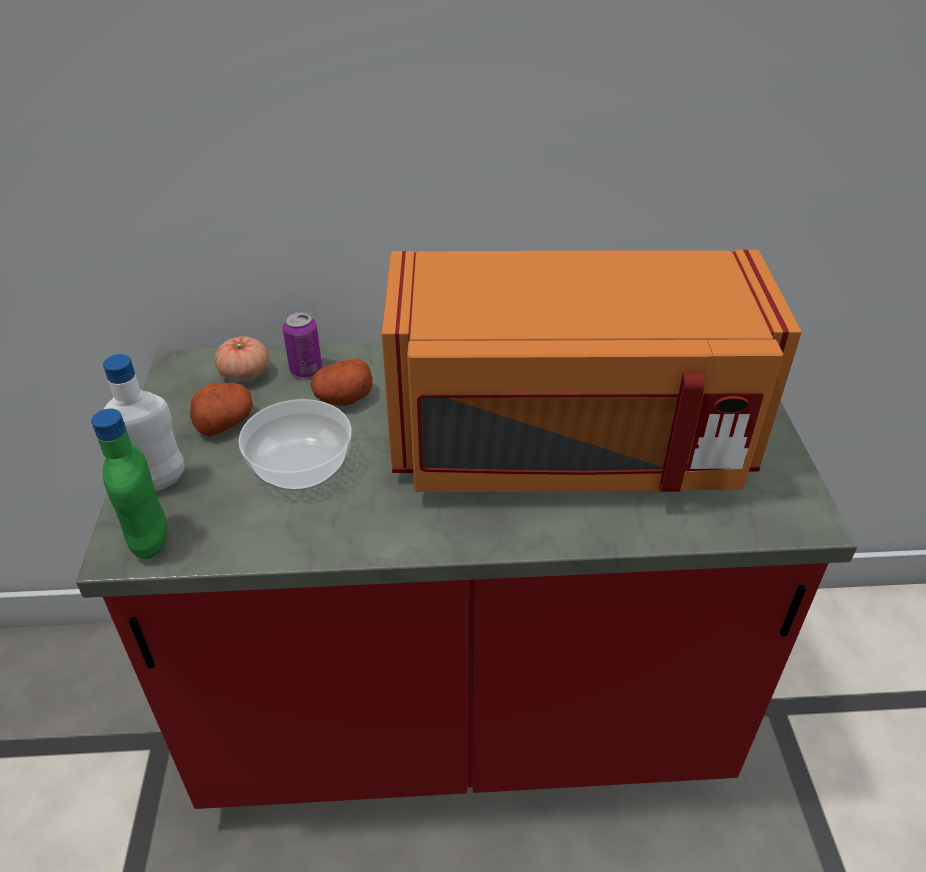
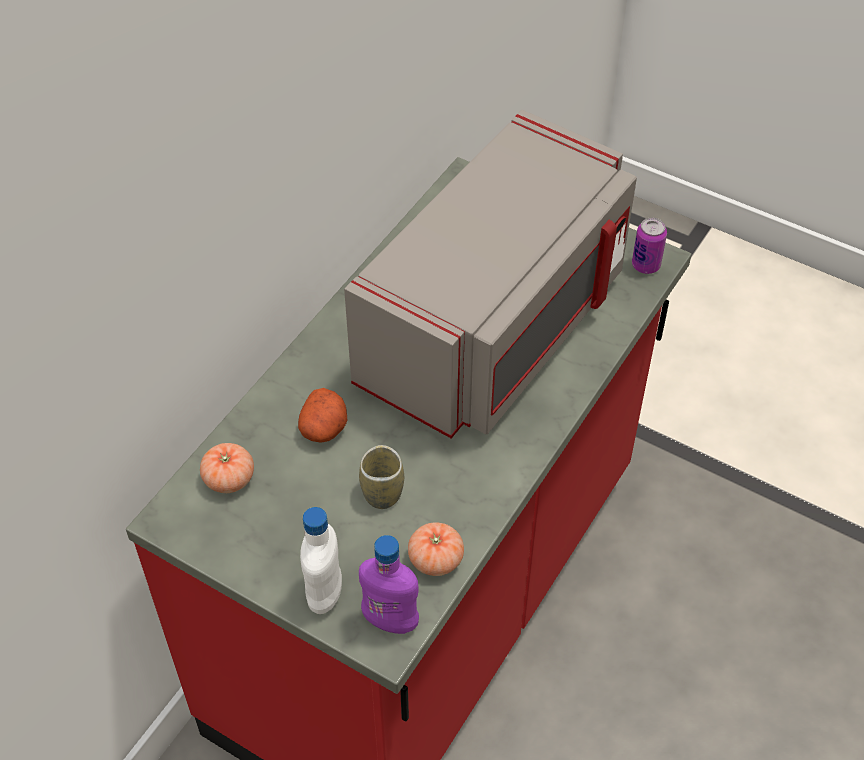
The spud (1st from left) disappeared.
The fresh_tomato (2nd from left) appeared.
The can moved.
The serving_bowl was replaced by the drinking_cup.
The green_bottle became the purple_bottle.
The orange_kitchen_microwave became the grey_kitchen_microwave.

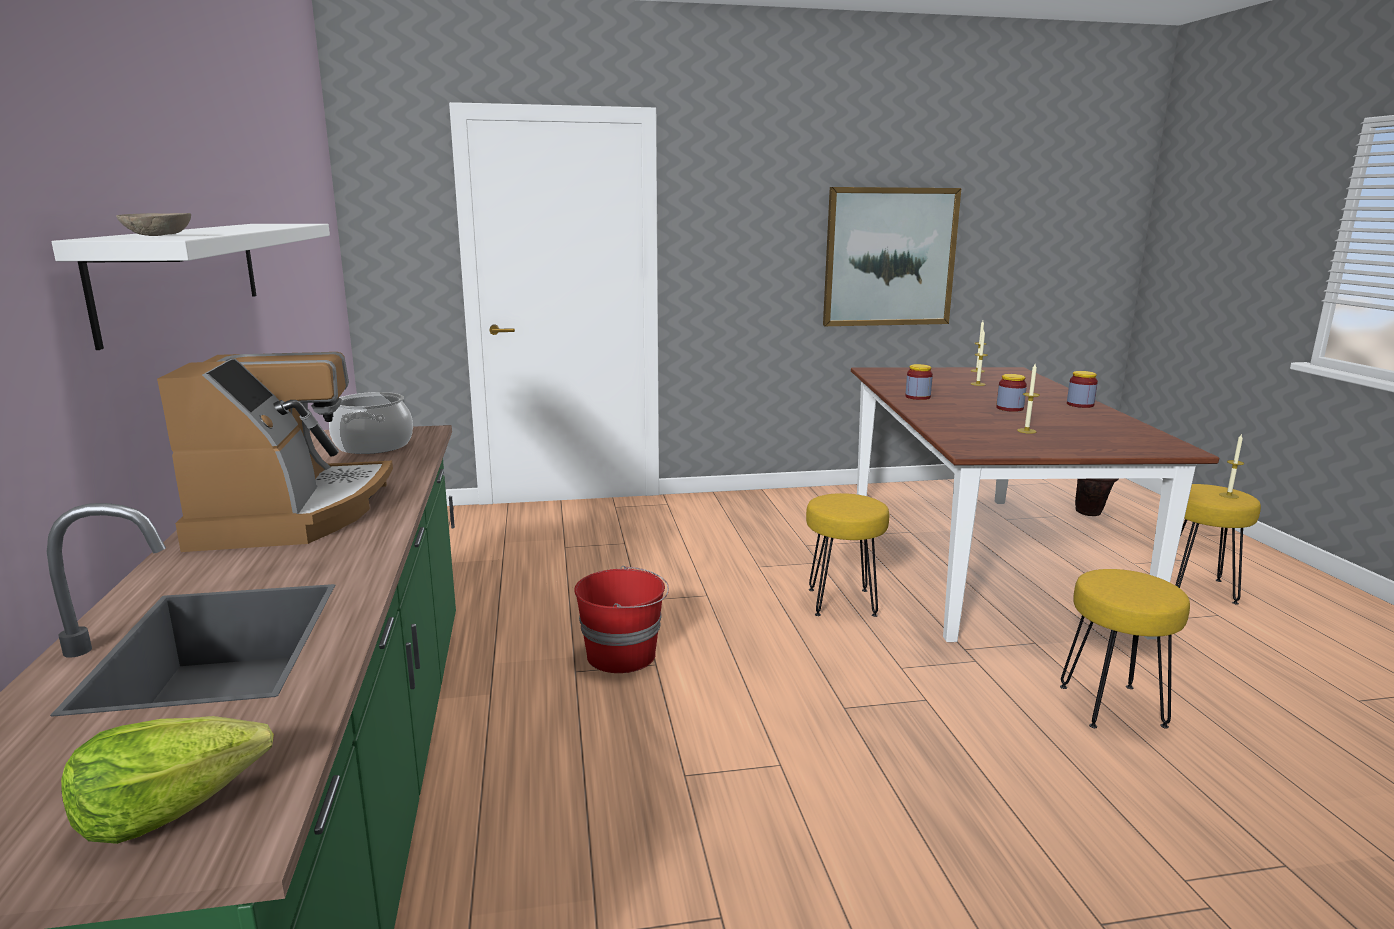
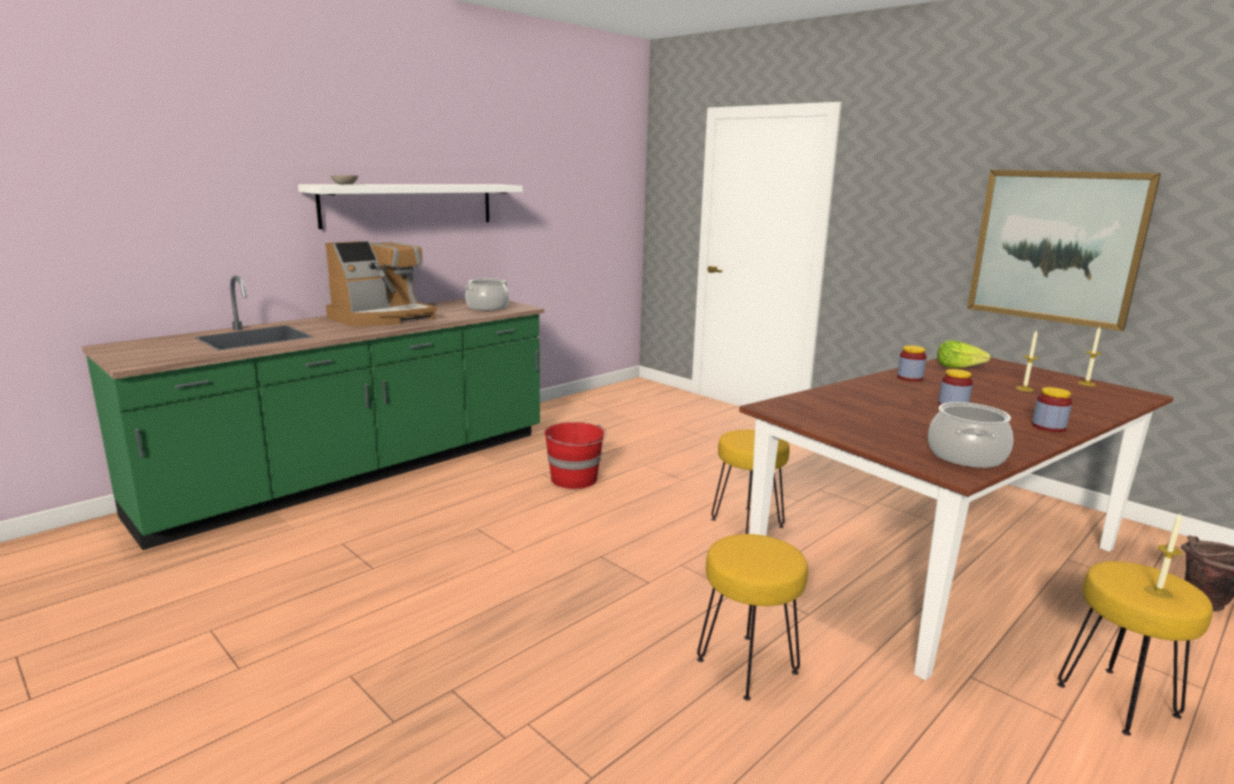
The wax_light (3rd from left) disappeared.
The saucepot (2nd from left) appeared.
The head_of_lettuce moved.

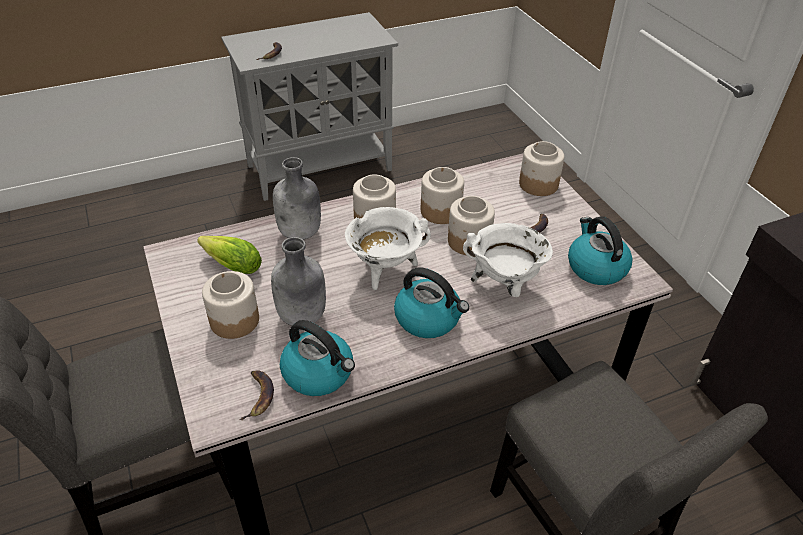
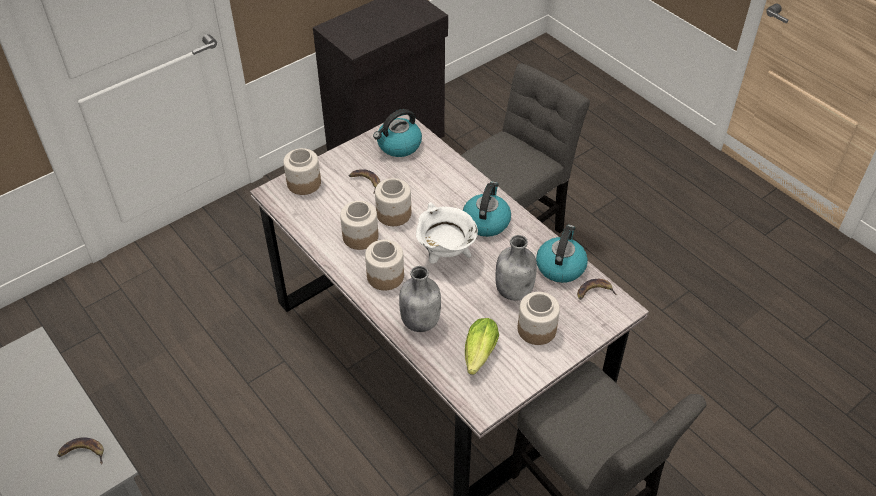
The white-coloured_saucepot (2nd from left) disappeared.

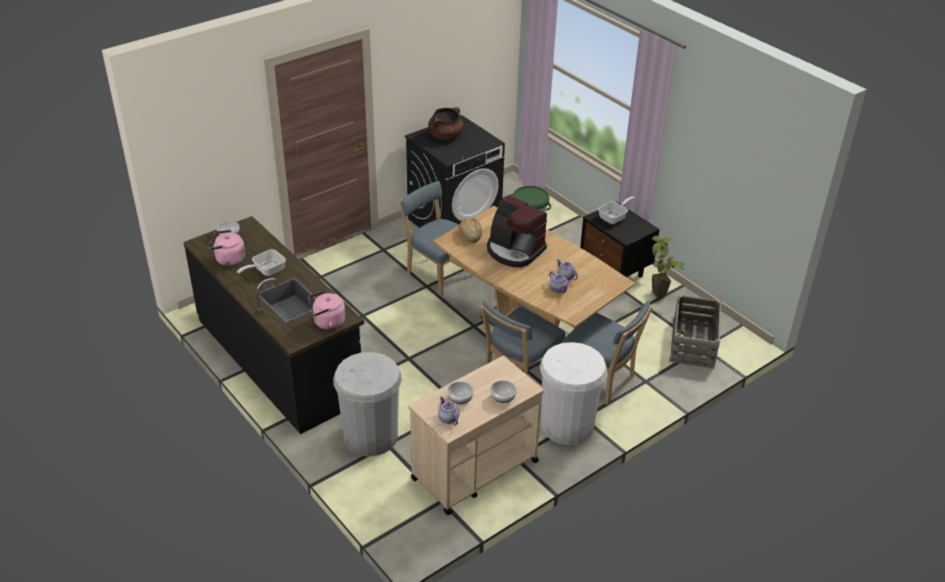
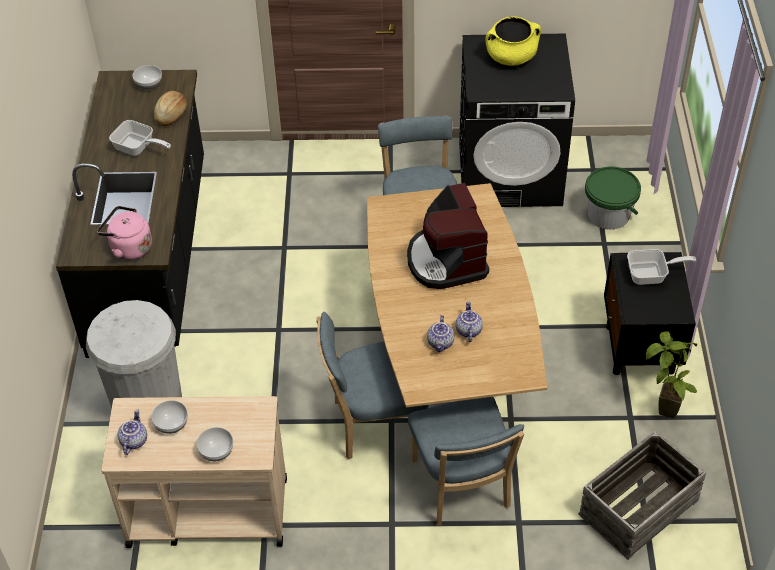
The pink_kettle (1st from left) disappeared.
The white-coloured_rubbish_bin (2nd from left) disappeared.
The baked_bread moved.
The brownish_saucepot became the yellow-coloured_saucepot.
The frying_pan (1st from left) turned 150 degrees counterclockwise.

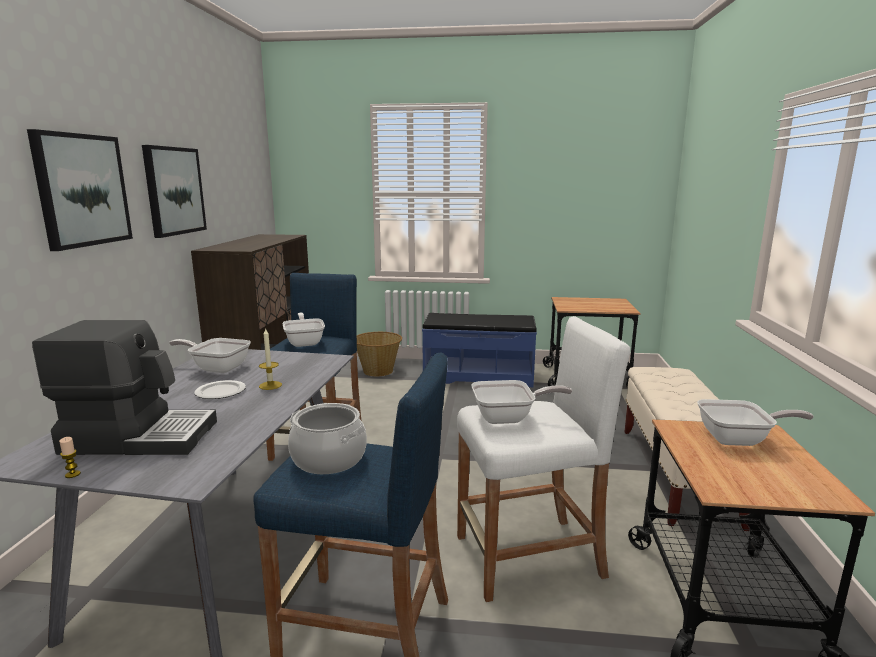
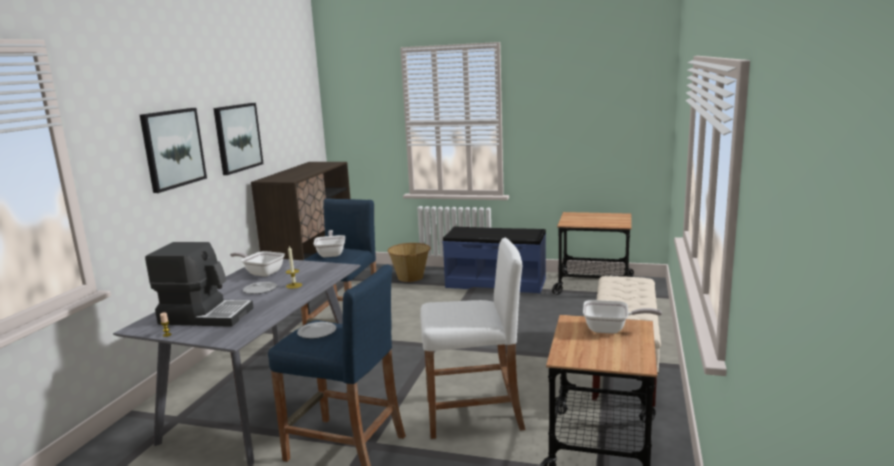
The frying_pan (3rd from left) disappeared.
The saucepot was replaced by the flat_dish (2nd from left).

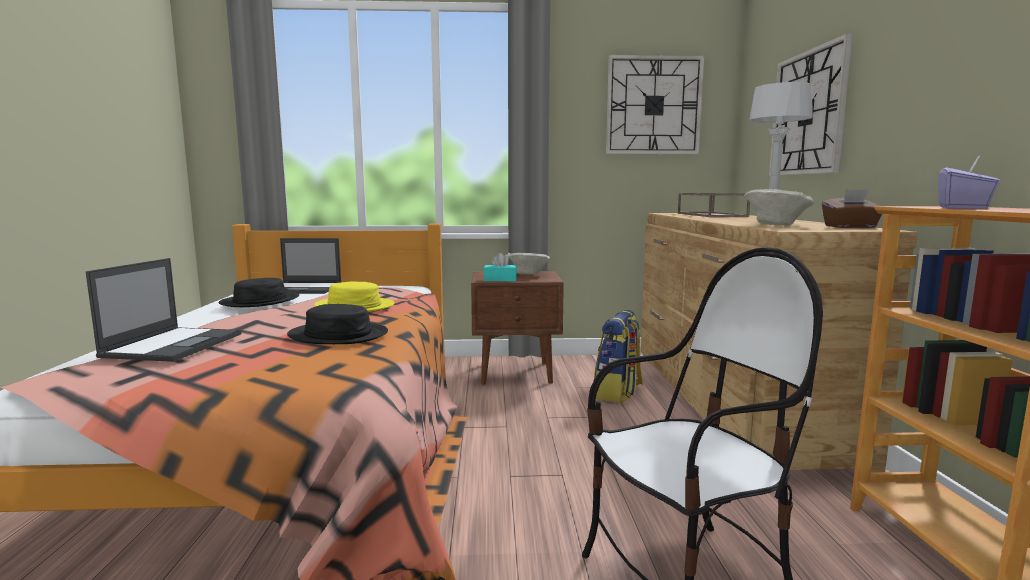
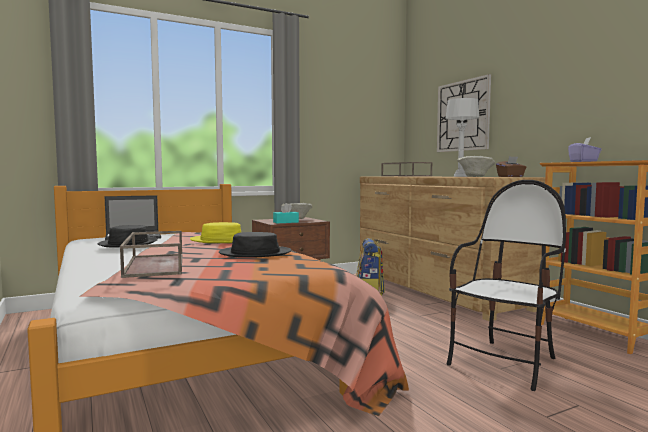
The clock_on_the_wall (1st from left) disappeared.
The portable_computer (1st from left) was replaced by the brownish_tray (1st from left).

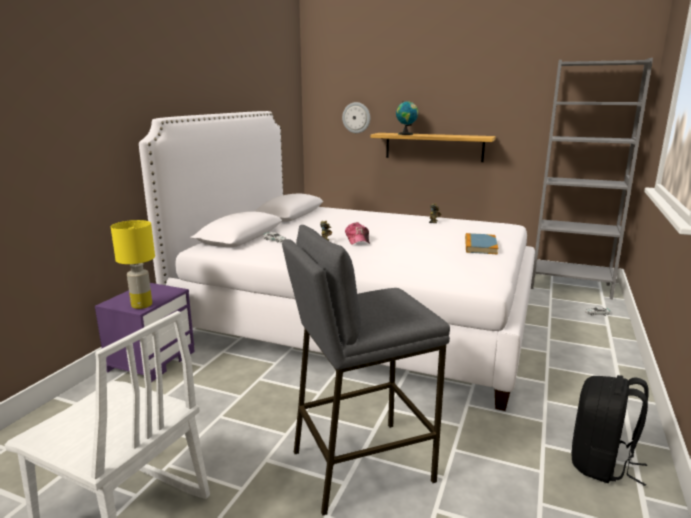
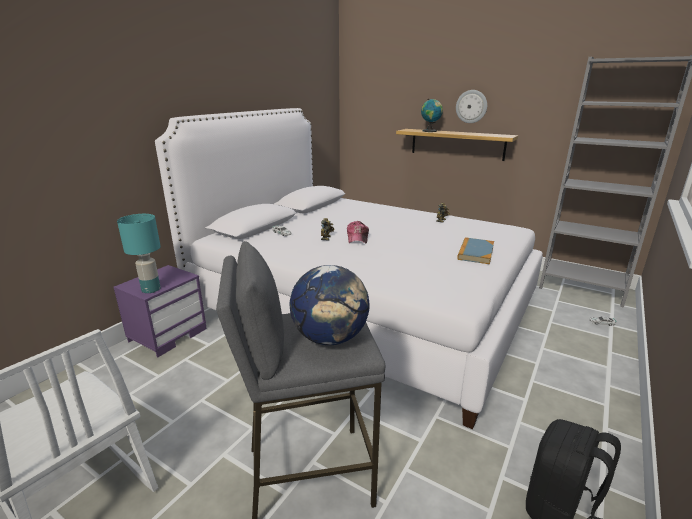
The globe (1st from left) appeared.
The clock_on_the_wall moved.
The yellow-coloured_table_lamp became the turquoise_table_lamp.

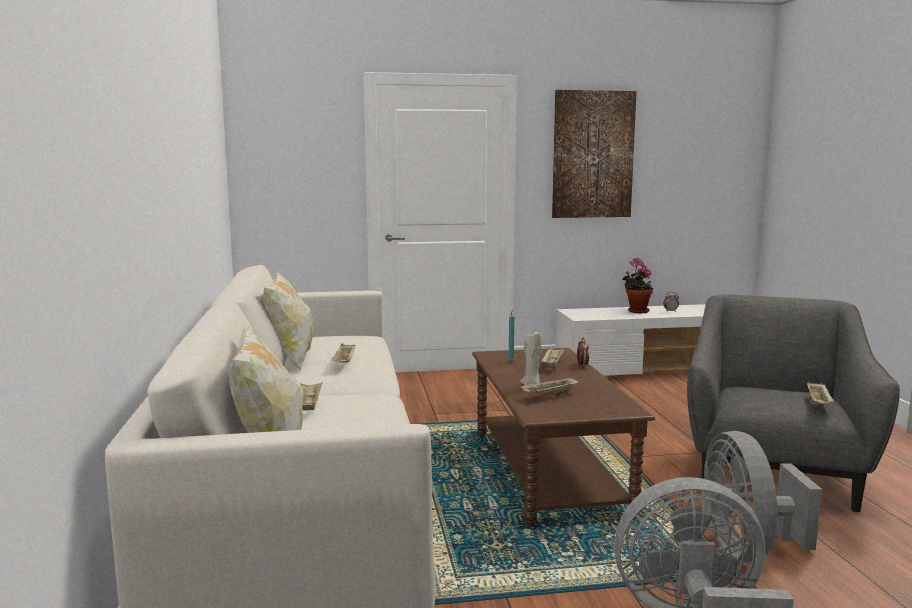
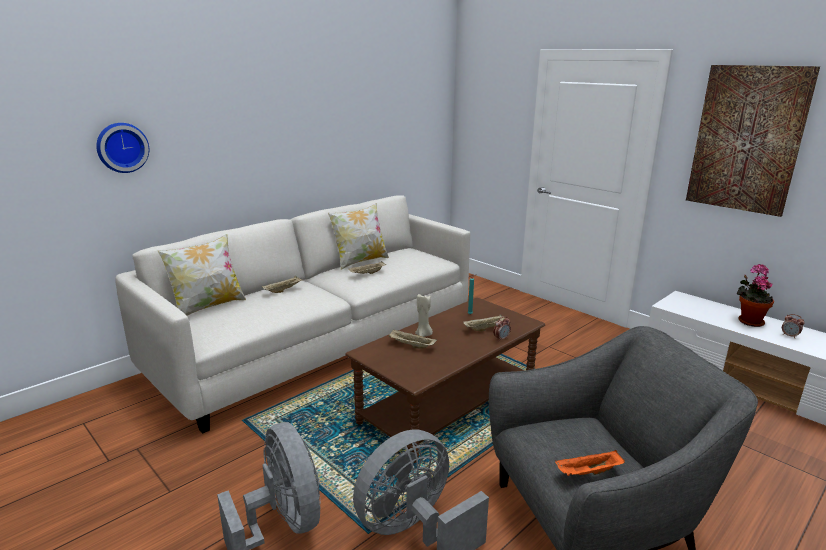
The clock_on_the_wall appeared.
The beige-coloured_tray (5th from left) became the orange_tray.

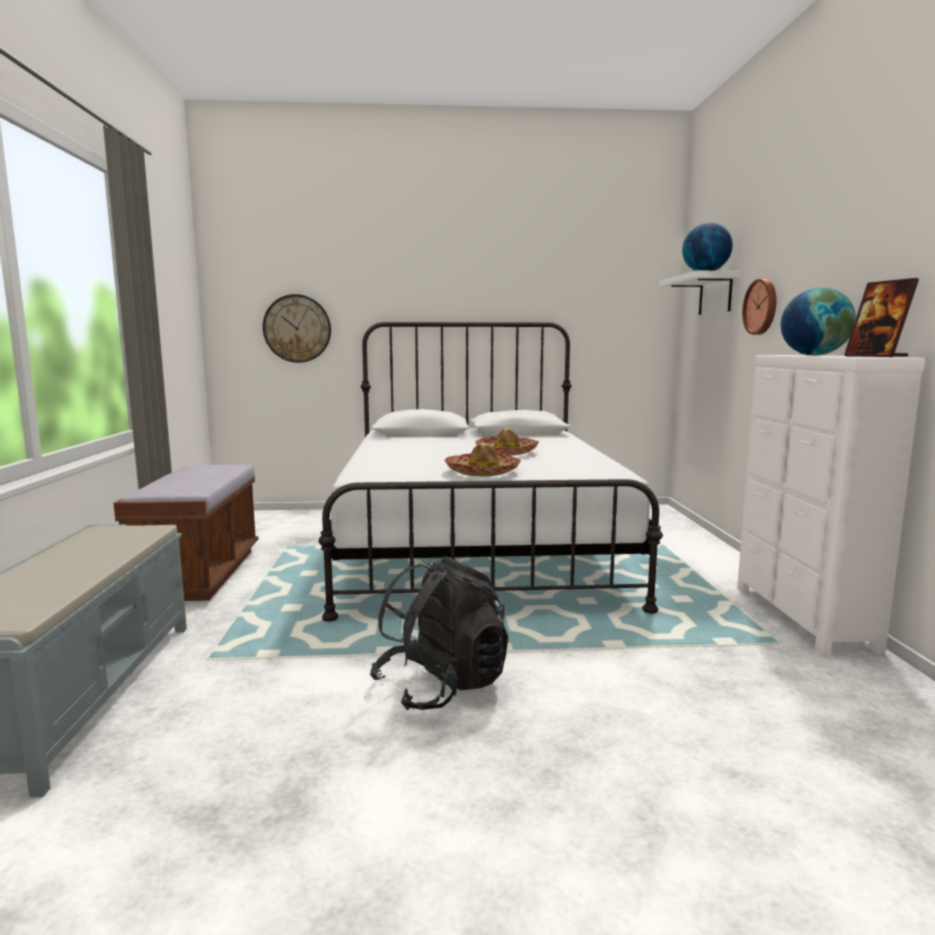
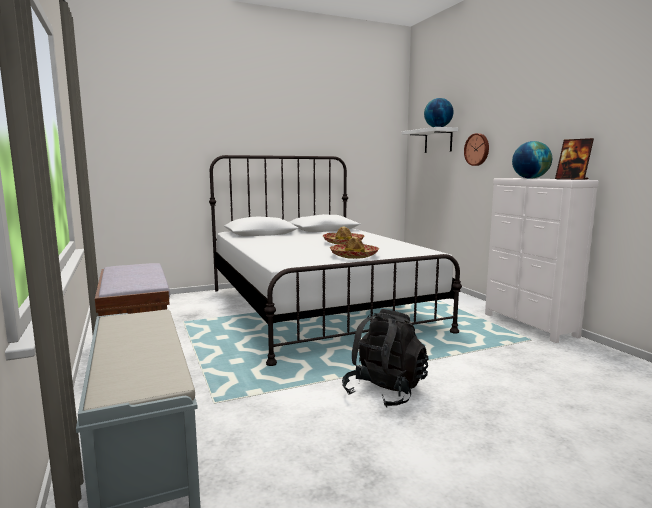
The clock_on_the_wall (1st from left) disappeared.

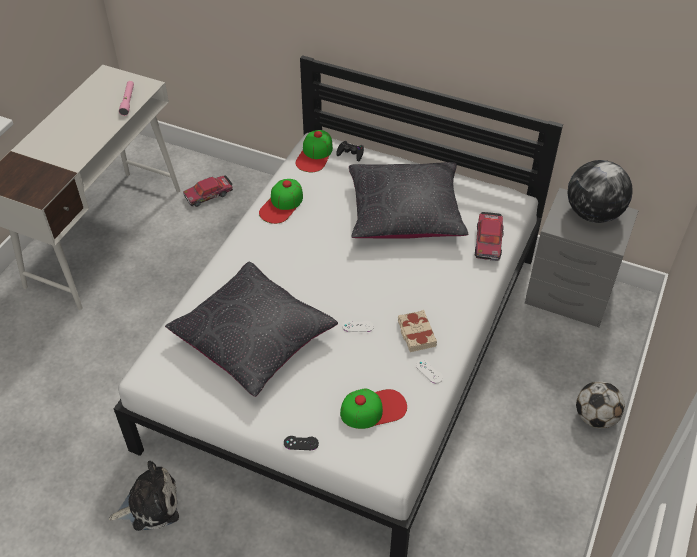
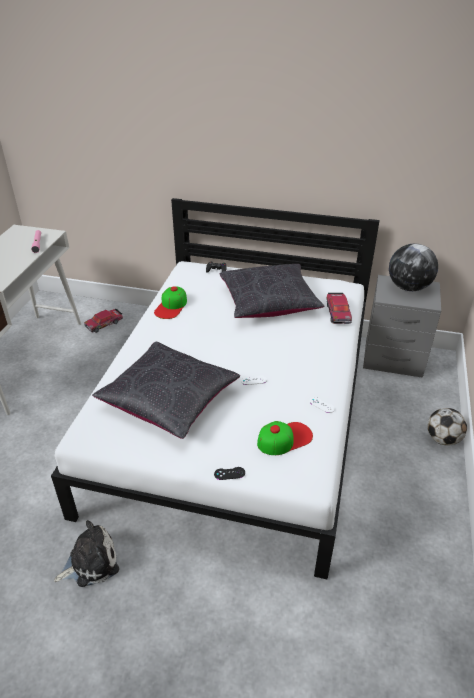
The cap (2nd from left) disappeared.
The beige-coloured_volume disappeared.

